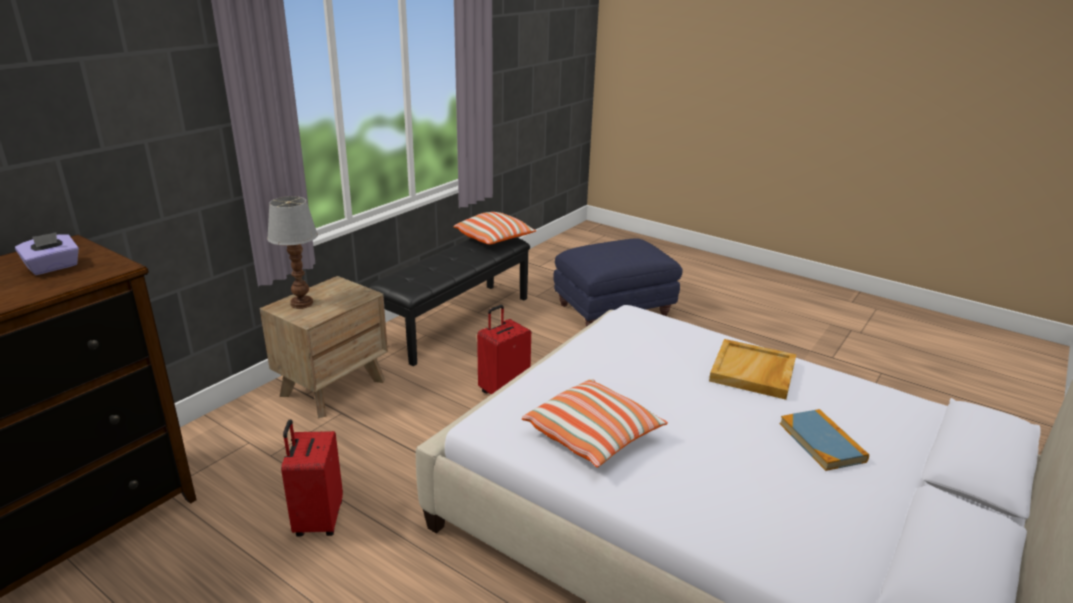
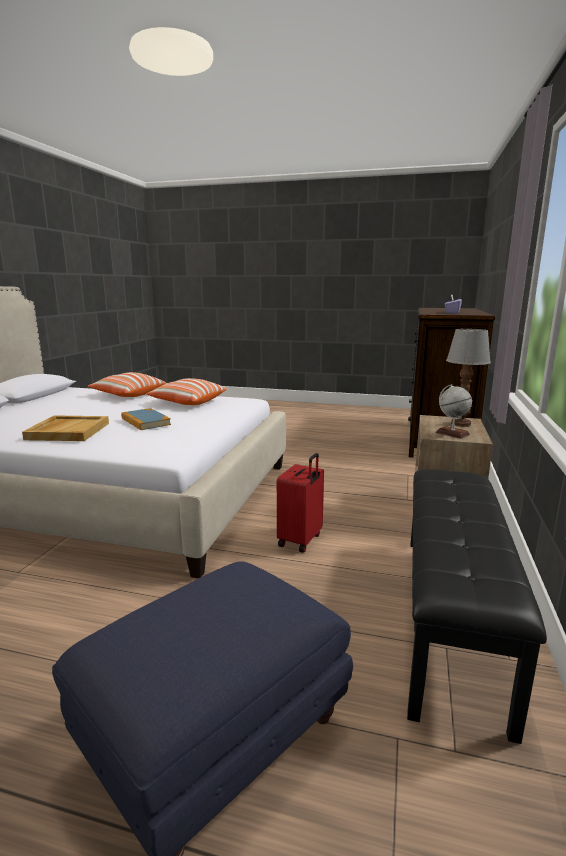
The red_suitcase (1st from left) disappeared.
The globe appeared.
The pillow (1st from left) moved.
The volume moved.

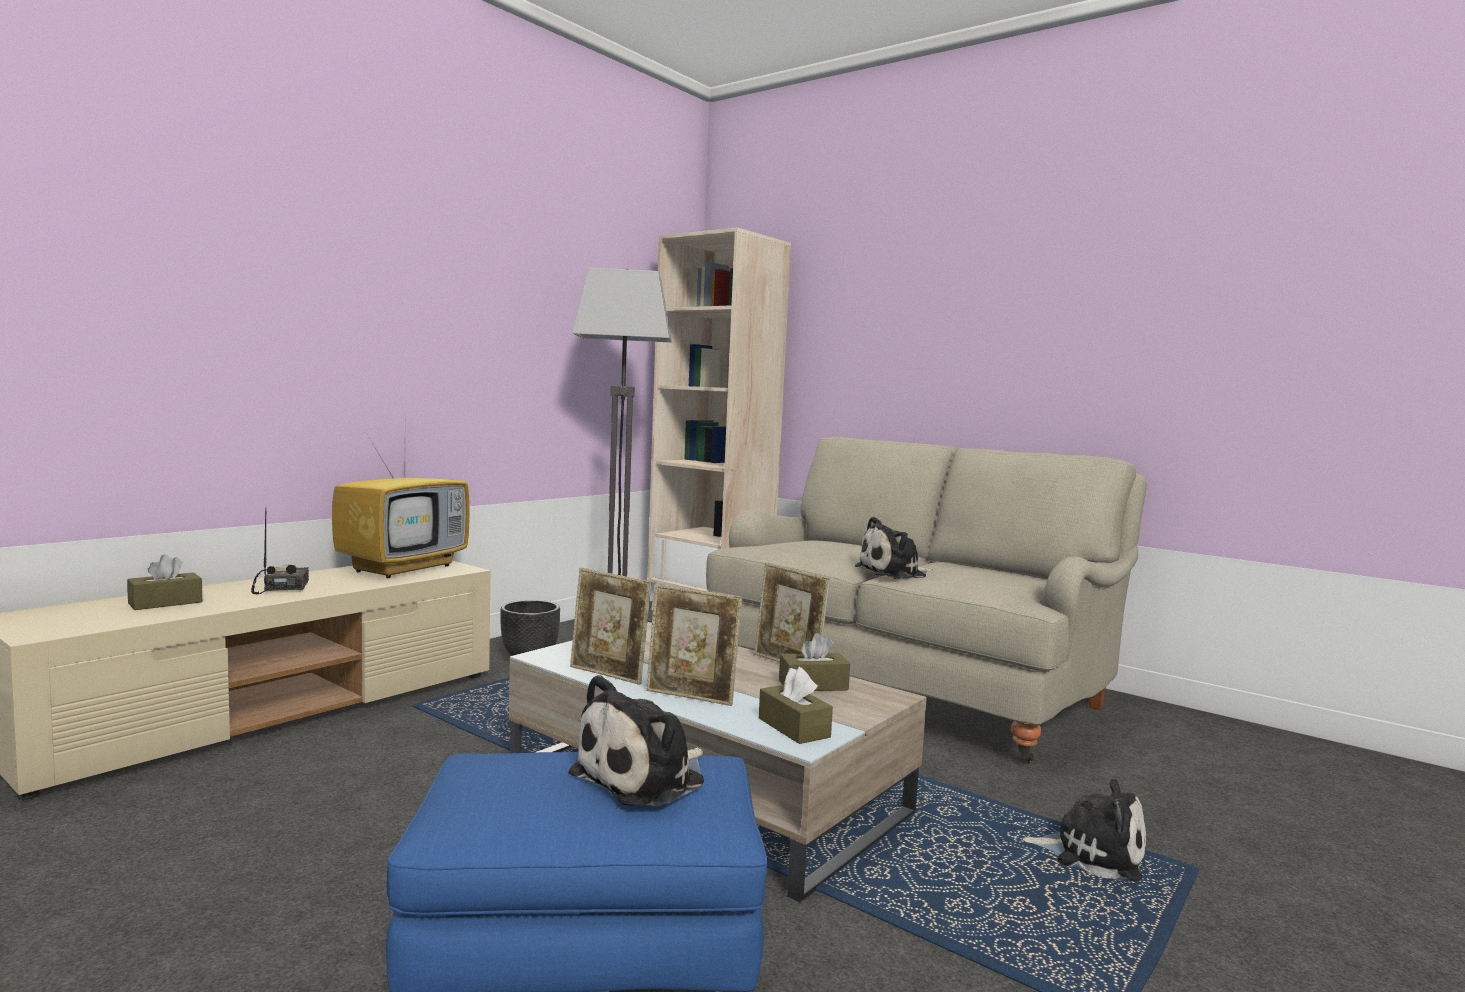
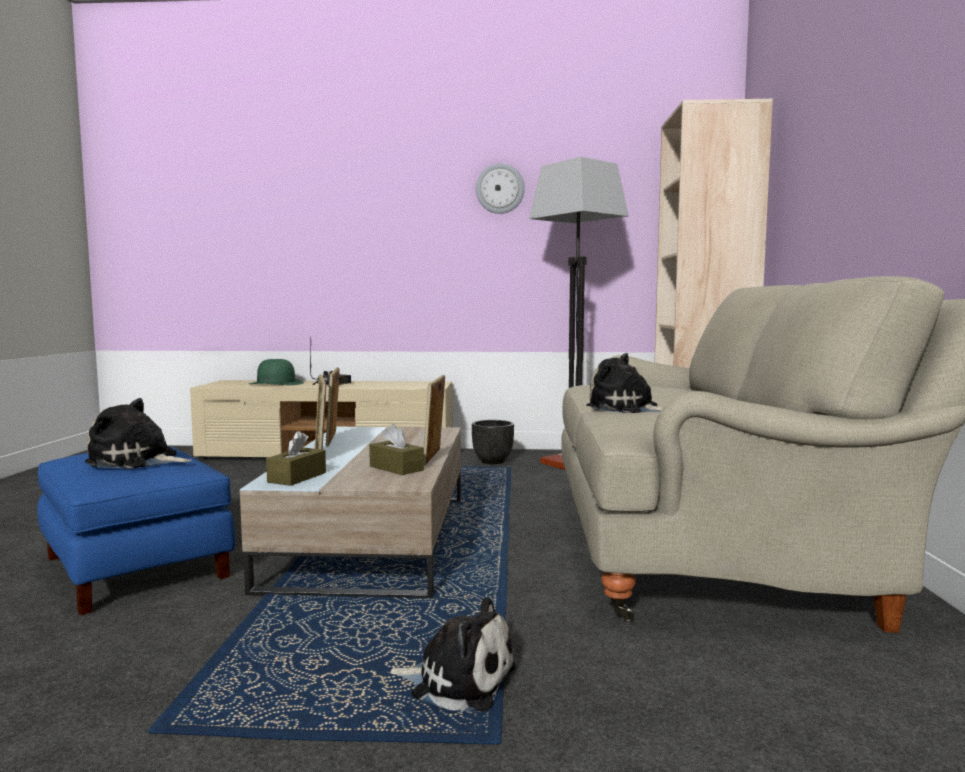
The TV_set disappeared.
The clock_on_the_wall appeared.
The brownish_box_of_tissues (1st from left) was replaced by the green_hat.
The plush_toy (3rd from left in the first image) turned 60 degrees counterclockwise.

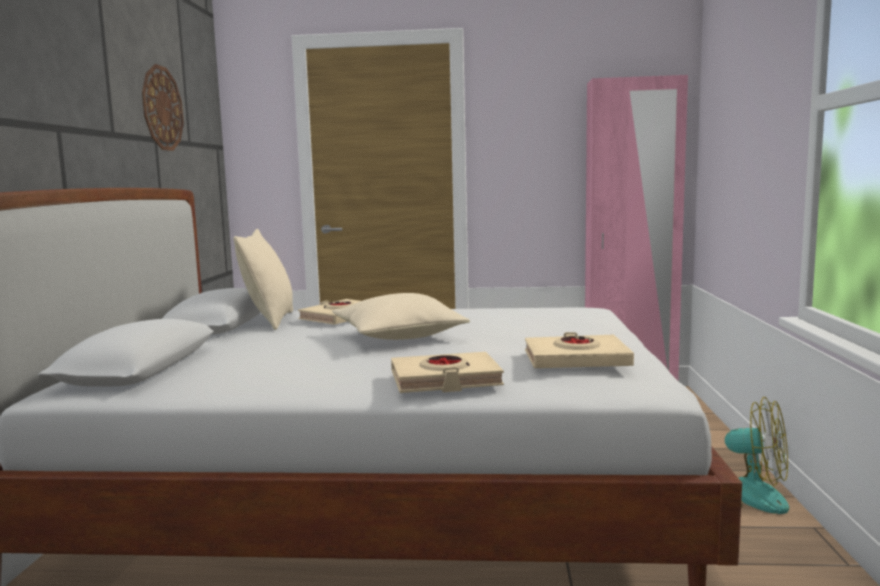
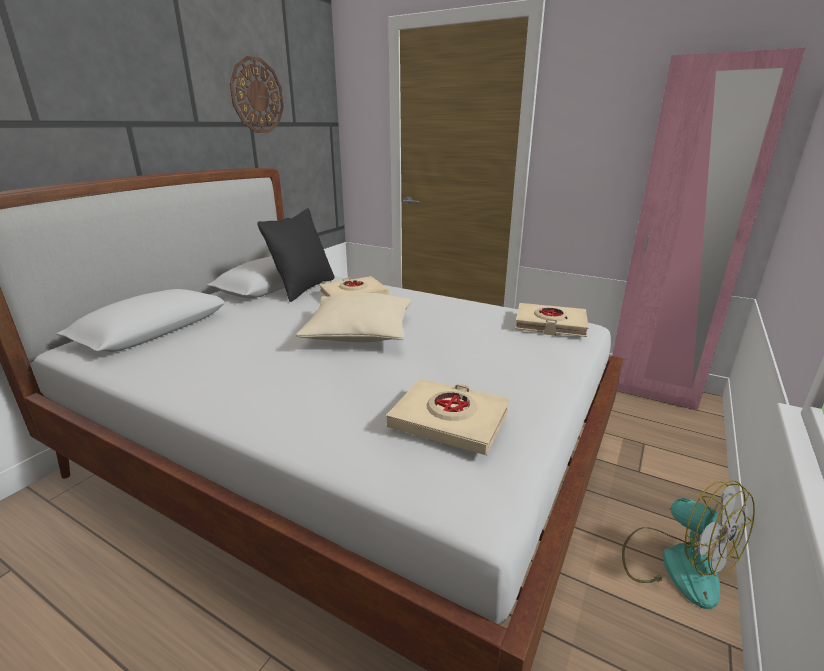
The beige-coloured_volume (2nd from left in the first image) moved.
The beige-coloured_pillow (1st from left) became the black-coloured_pillow.

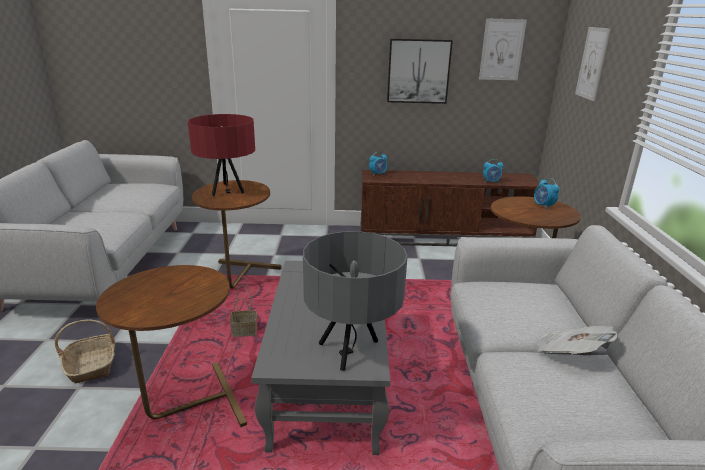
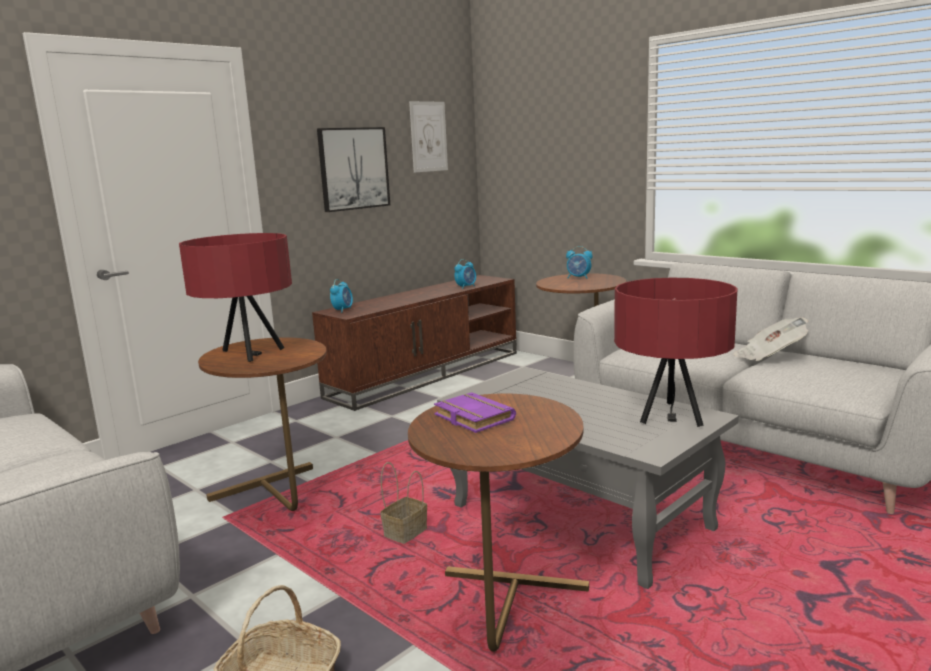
The wall_picture (3rd from left) disappeared.
The purple_volume appeared.
The grey_table_lamp became the red_table_lamp (2nd from left).

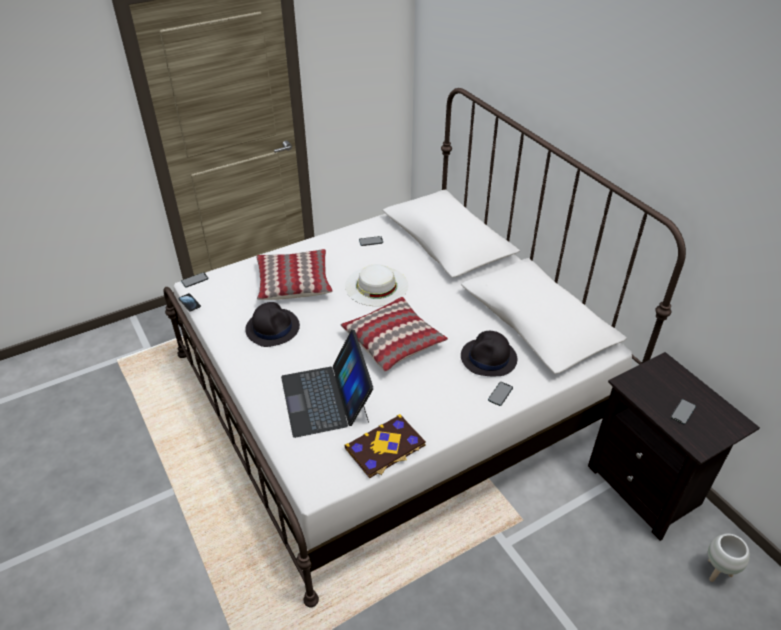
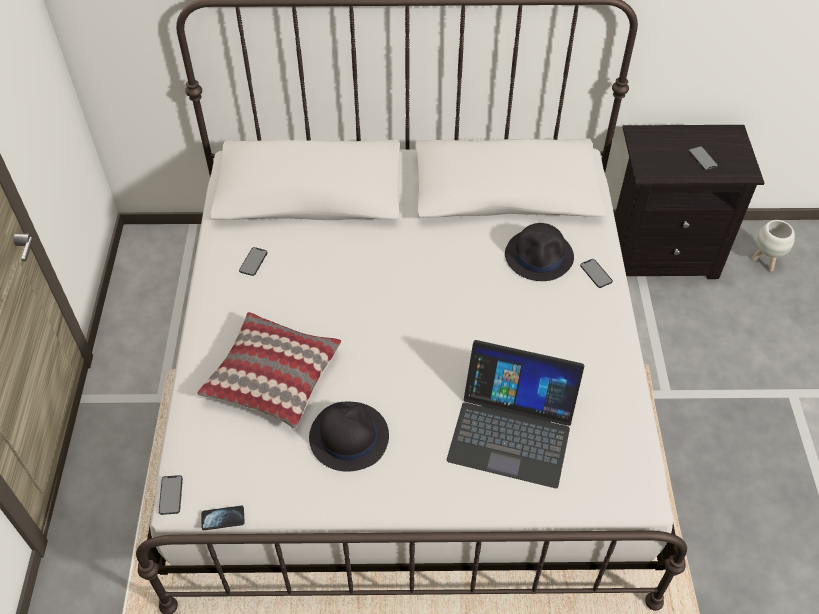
The pillow (2nd from left) disappeared.
The volume disappeared.
The white-coloured_hat disappeared.

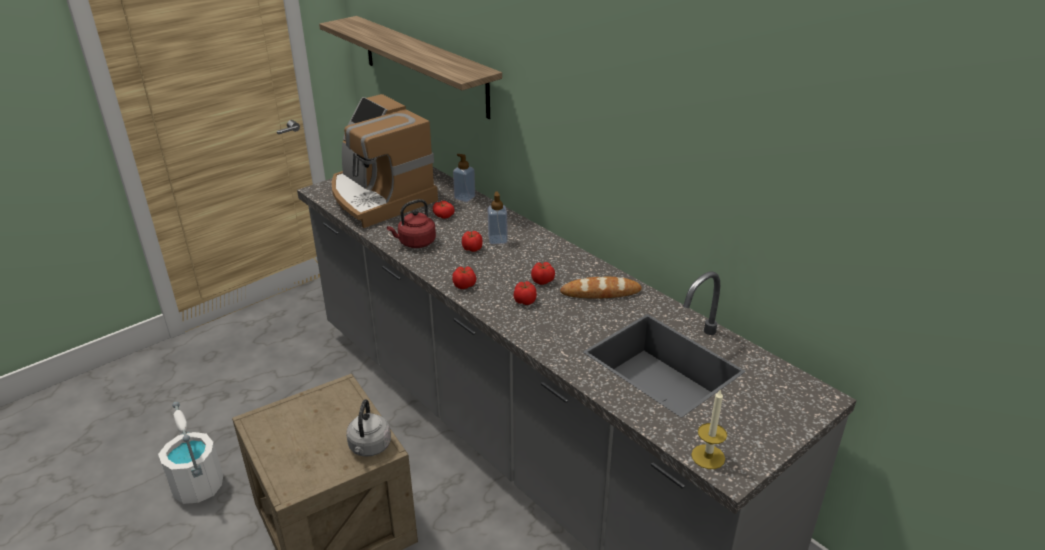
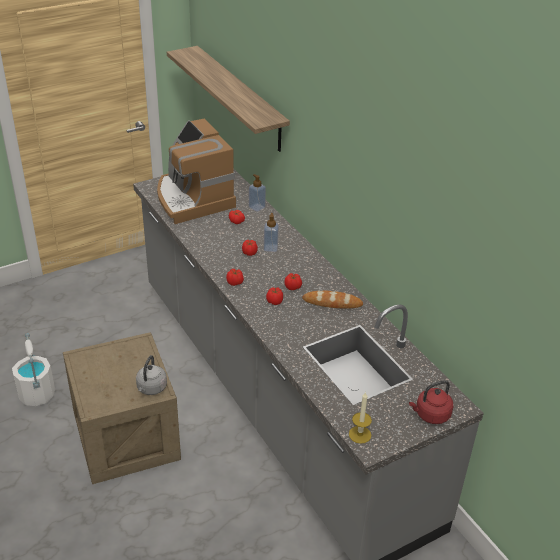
The red_kettle moved.

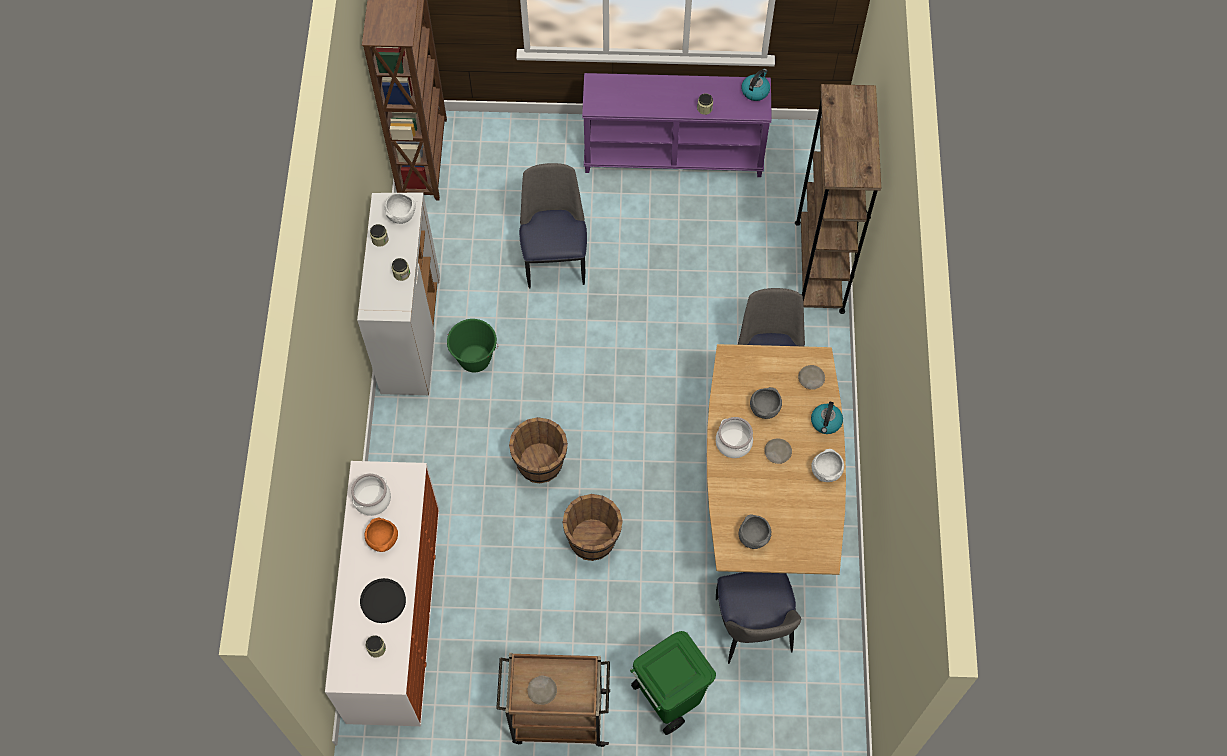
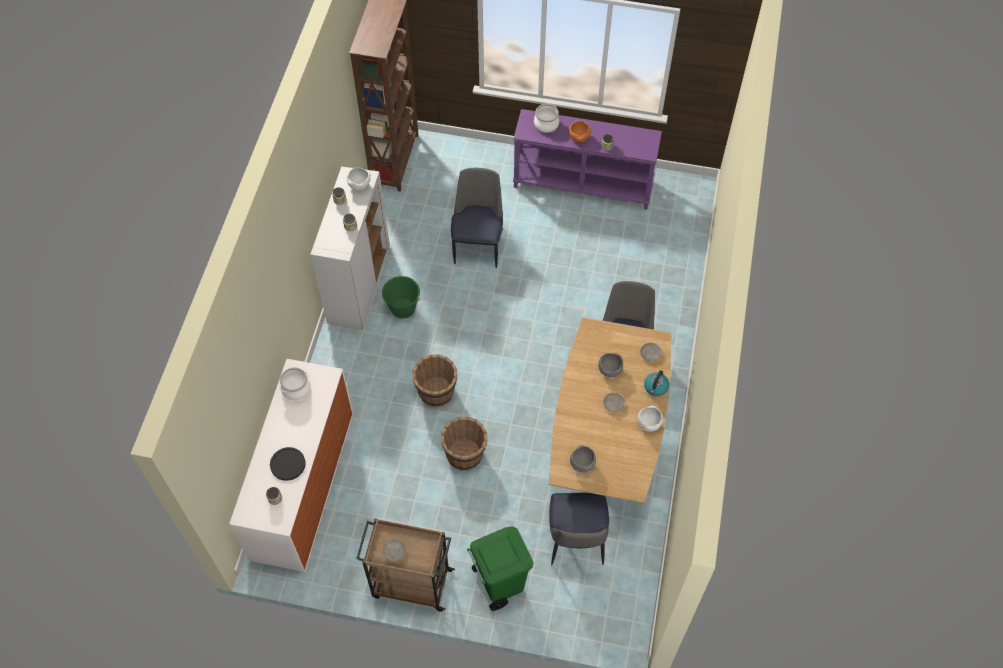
The kettle (1st from left) disappeared.
The brownish_shelving_unit (2nd from left) disappeared.
The orange_serving_bowl moved.
The saucepot (2nd from left) moved.

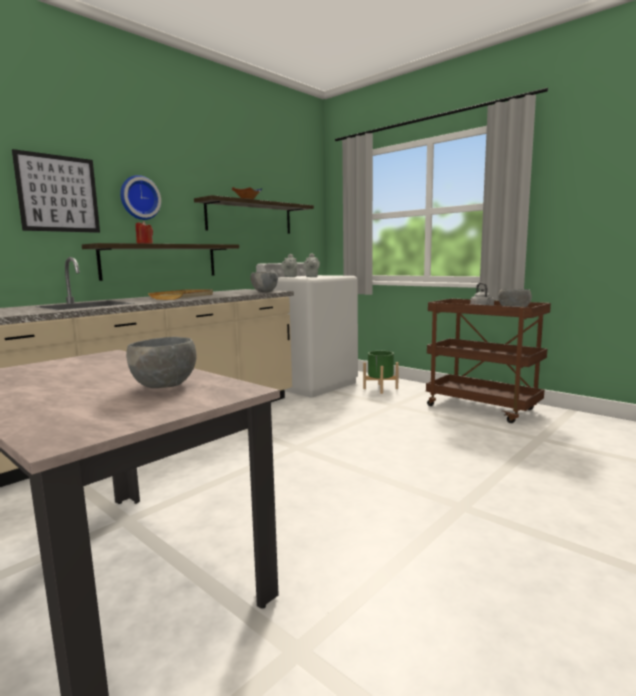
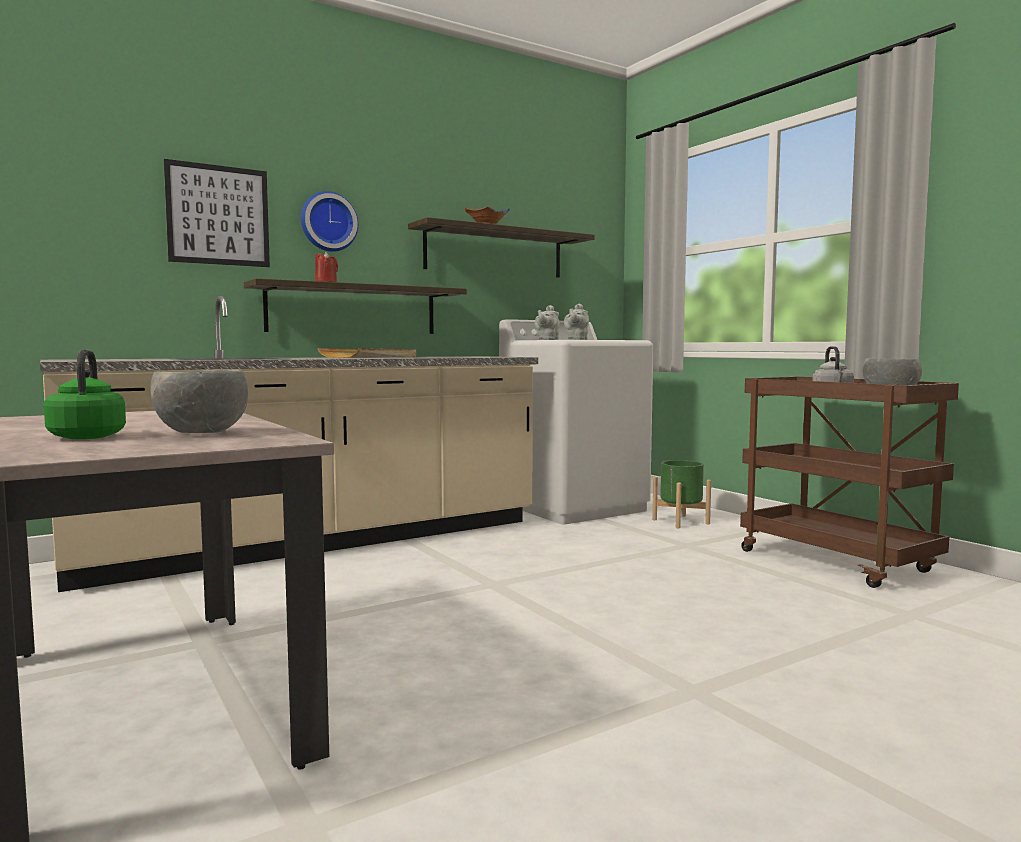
The grey_serving_bowl (2nd from left) disappeared.
The green_kettle appeared.

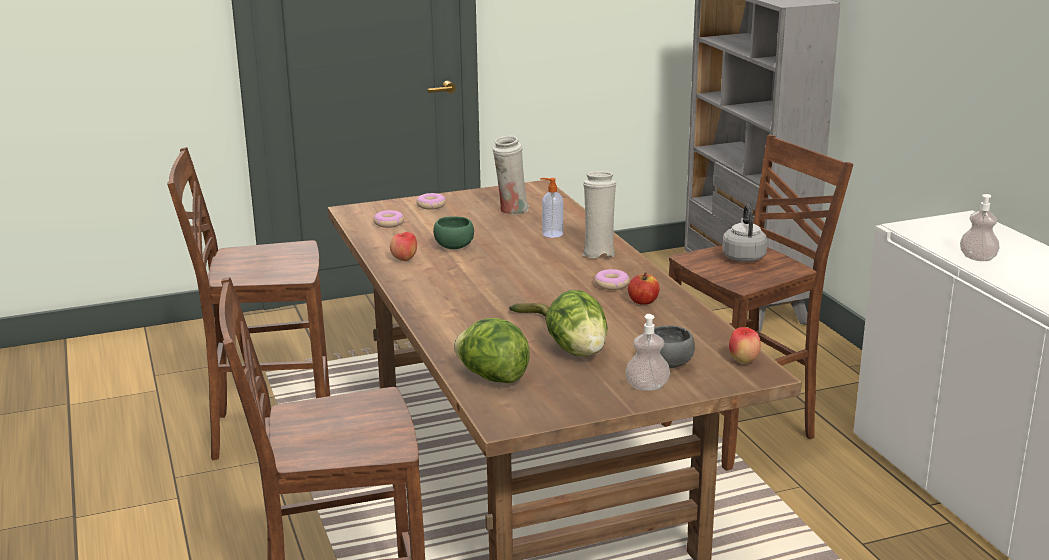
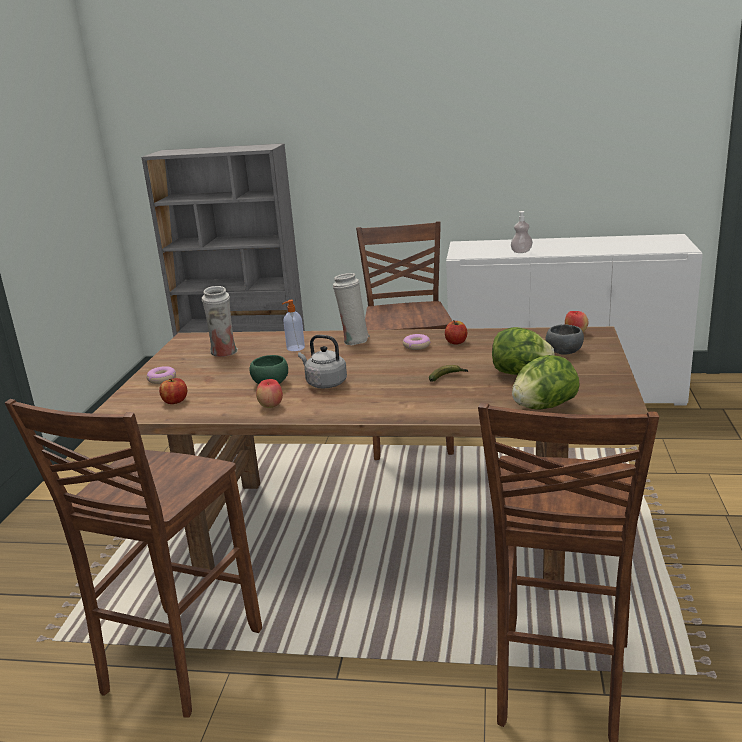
The soap_bottle (2nd from left) disappeared.
The grey_kettle moved.
The doughnut (1st from left) was replaced by the apple_fruit (1st from left).

